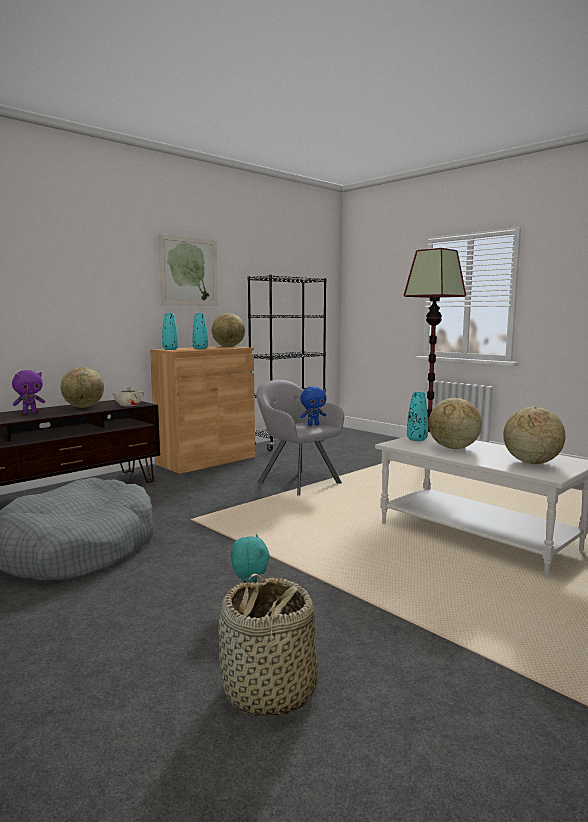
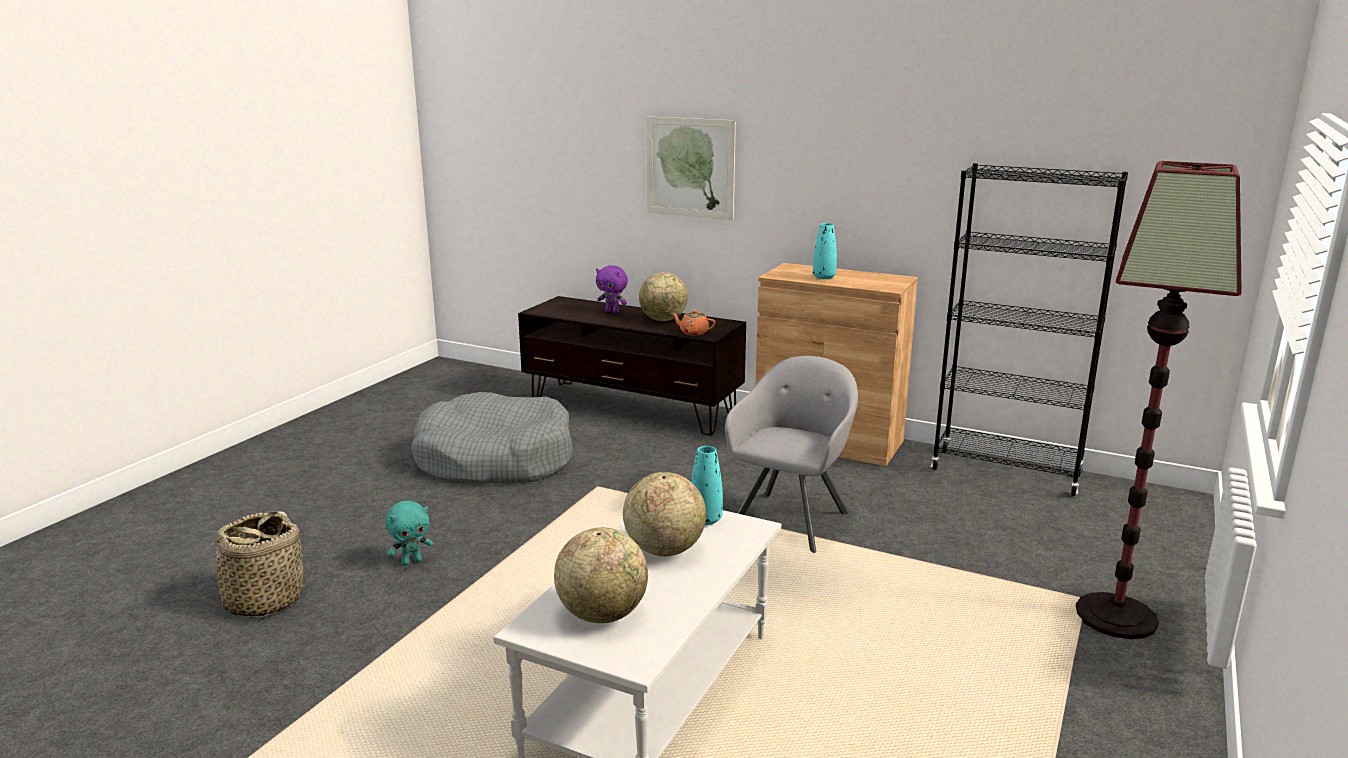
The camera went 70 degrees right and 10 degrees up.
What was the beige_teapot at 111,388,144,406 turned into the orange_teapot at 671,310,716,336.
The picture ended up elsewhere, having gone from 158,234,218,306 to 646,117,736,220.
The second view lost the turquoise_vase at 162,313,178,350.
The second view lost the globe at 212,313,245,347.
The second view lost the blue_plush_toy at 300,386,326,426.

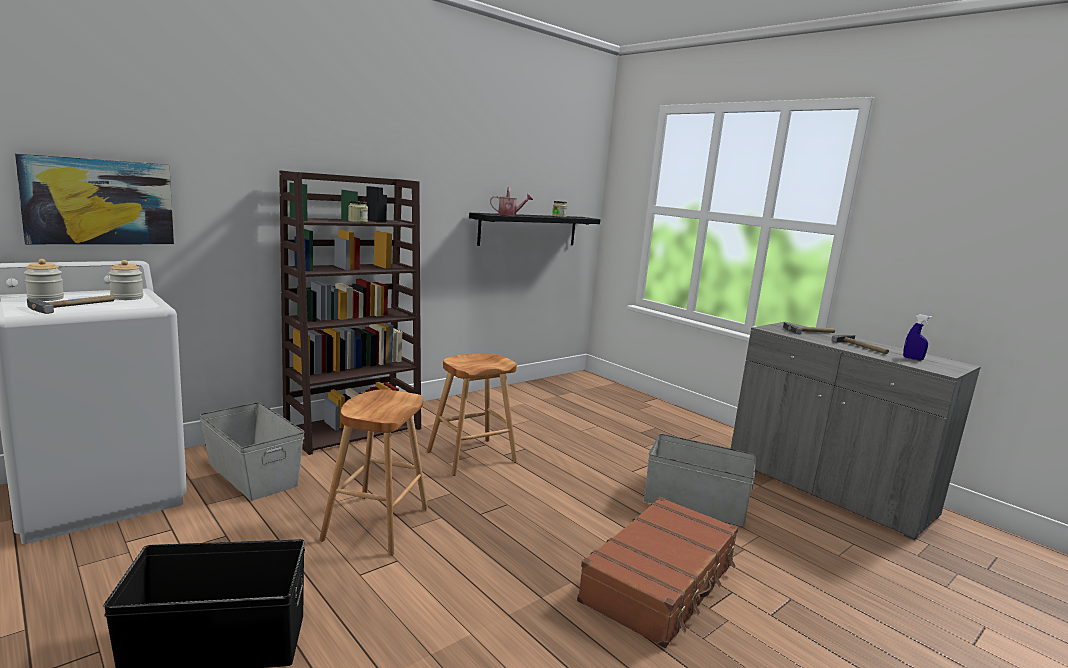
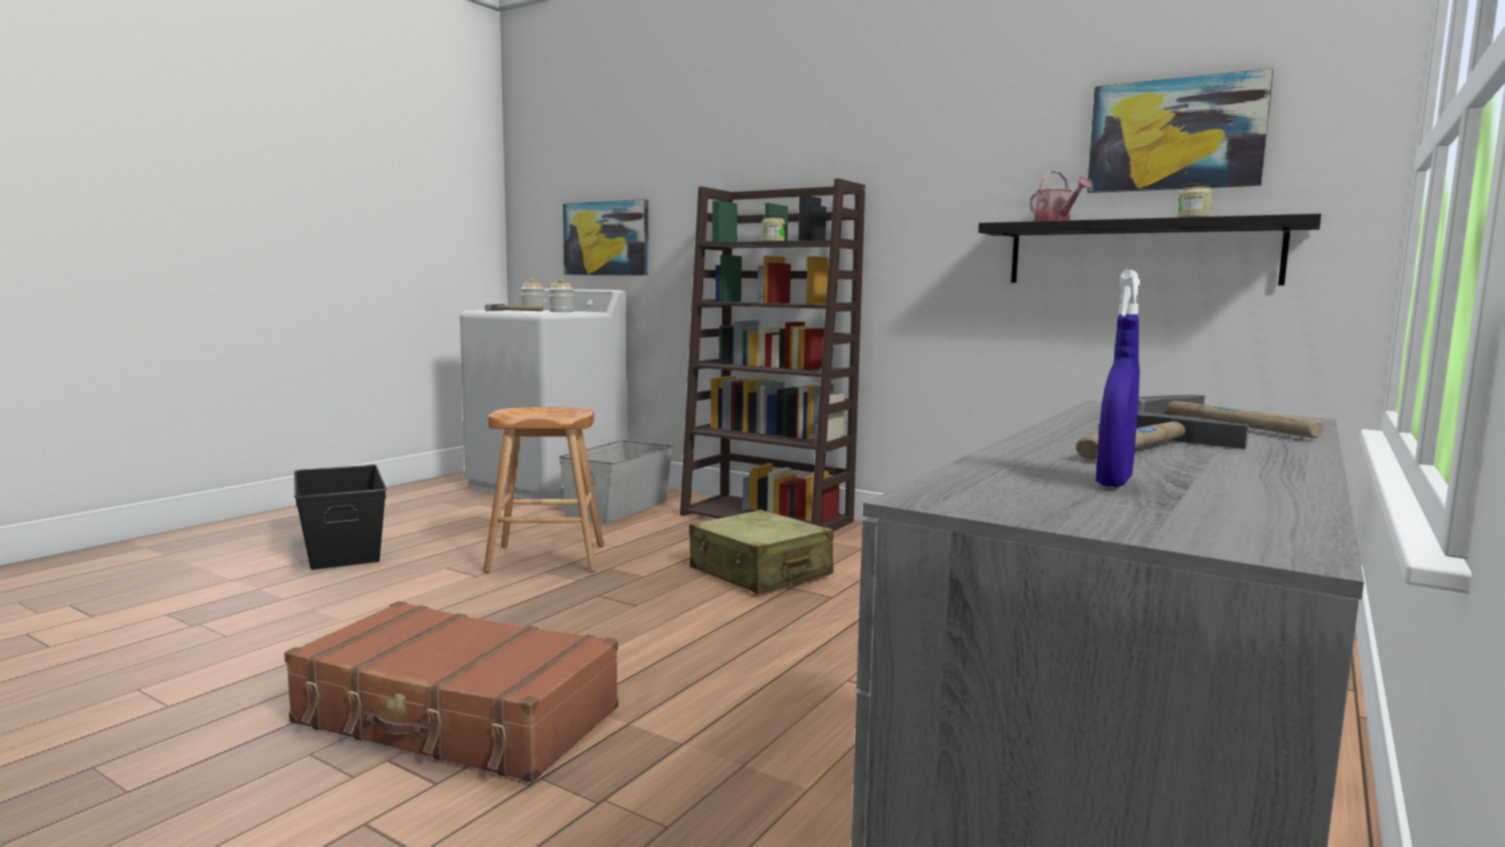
The camera went 75 degrees right and 5 degrees down.
Where the brown_stool stood at 427,353,517,476, the beige_suitcase came to stand at 689,510,834,594.
The second view lost the grey_storage_box at 644,434,756,527.
The second view gained the picture at 1087,68,1273,193.

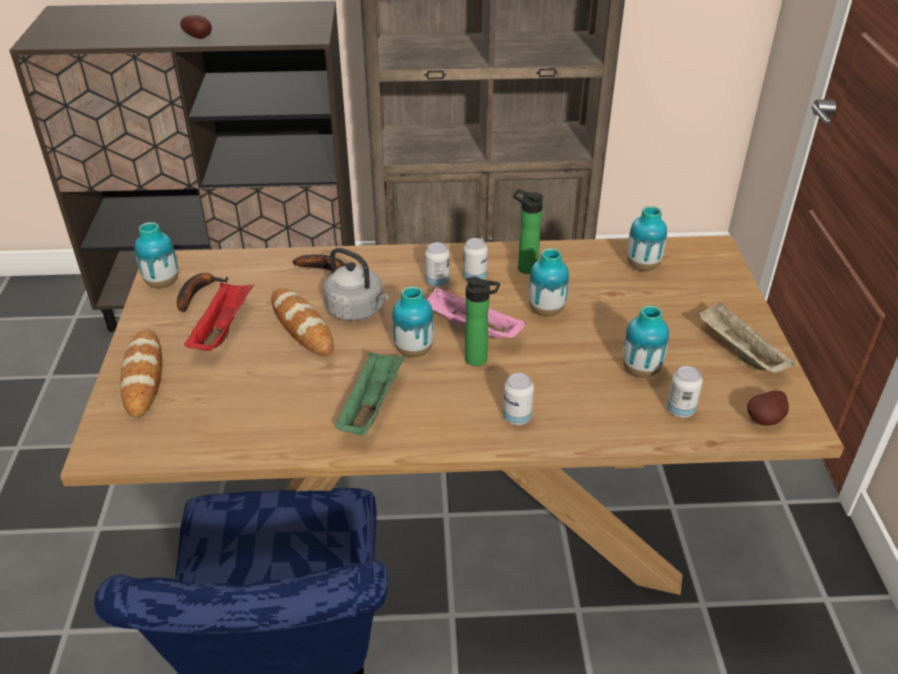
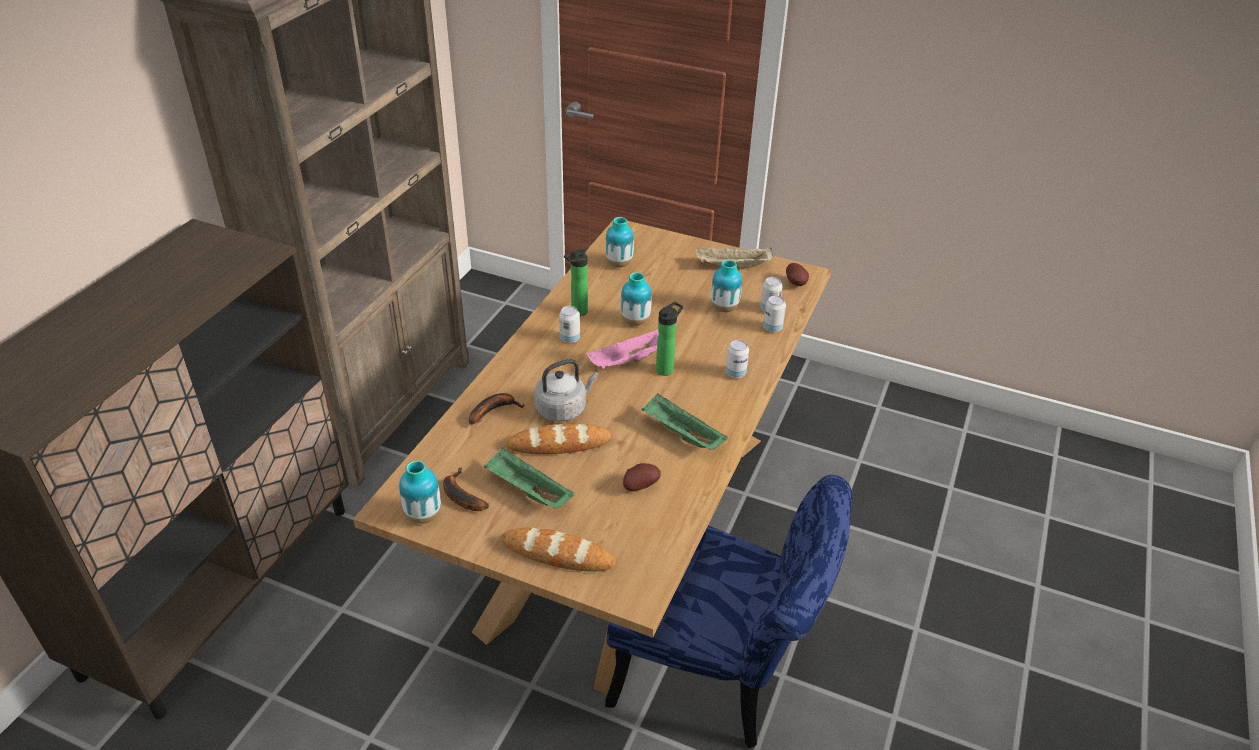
The camera went 65 degrees left and 0 degrees up.
The potato ended up elsewhere, having gone from 180,15,212,39 to 623,463,661,491.
What was the red_tray at 184,283,254,351 turned into the green_tray at 484,447,575,509.
The second view lost the vase at 392,286,434,357.
The can ended up elsewhere, having gone from 425,242,450,287 to 763,295,786,332.

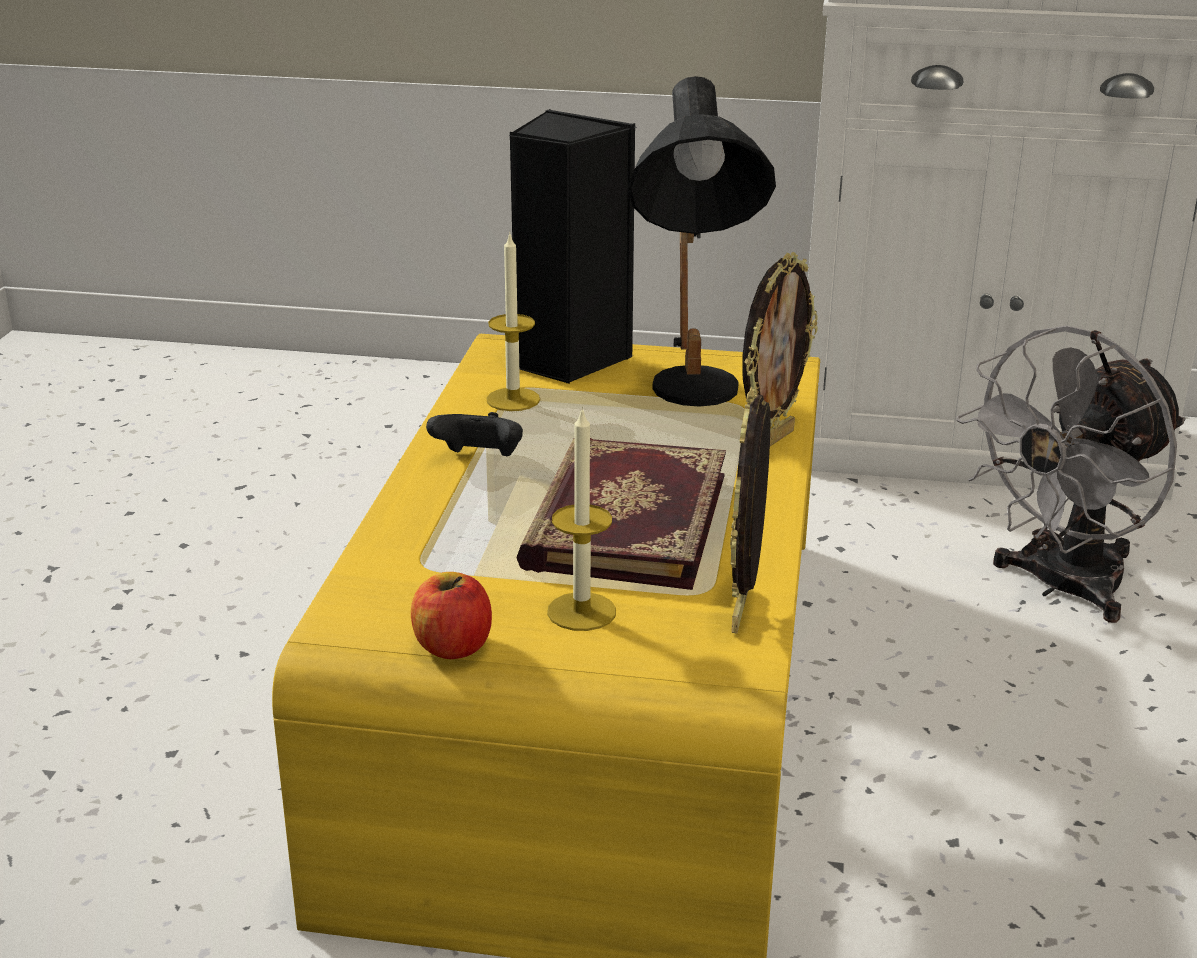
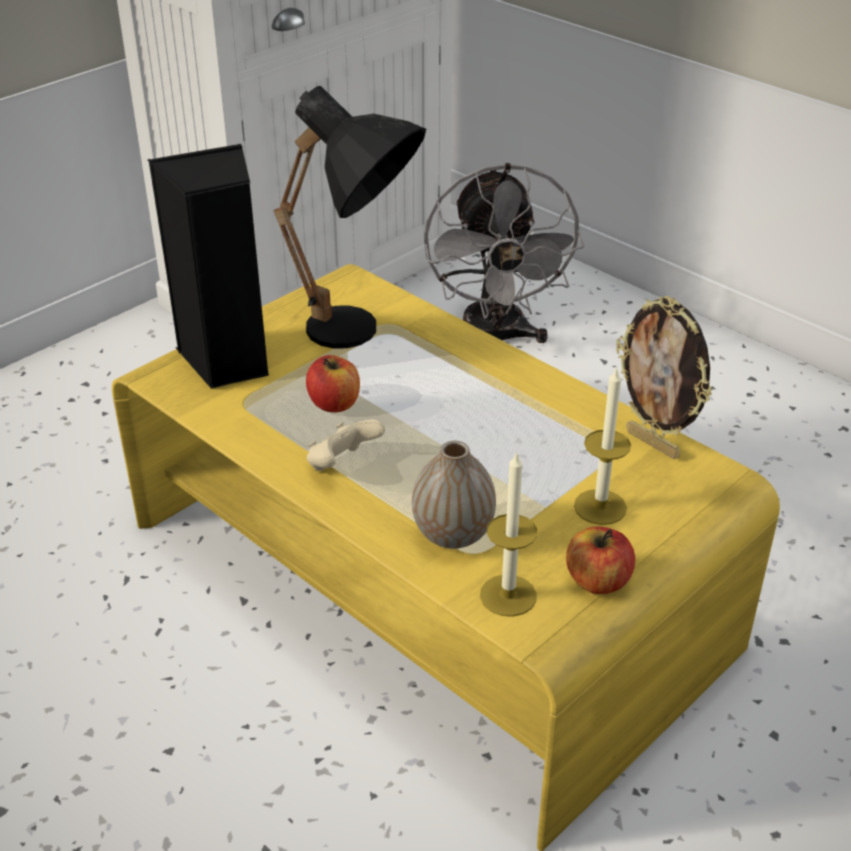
The camera went 55 degrees left and 10 degrees up.
What was the black_game_controller at 426,412,523,456 turned into the beige_game_controller at 307,419,385,471.
The candle ended up elsewhere, having gone from 487,232,540,411 to 480,451,537,617.
The second view lost the book at 516,438,726,590.
The second view lost the picture_frame at 742,252,818,446.
The second view gained the apple at 306,355,360,413.
The second view gained the vase at 412,441,496,549.

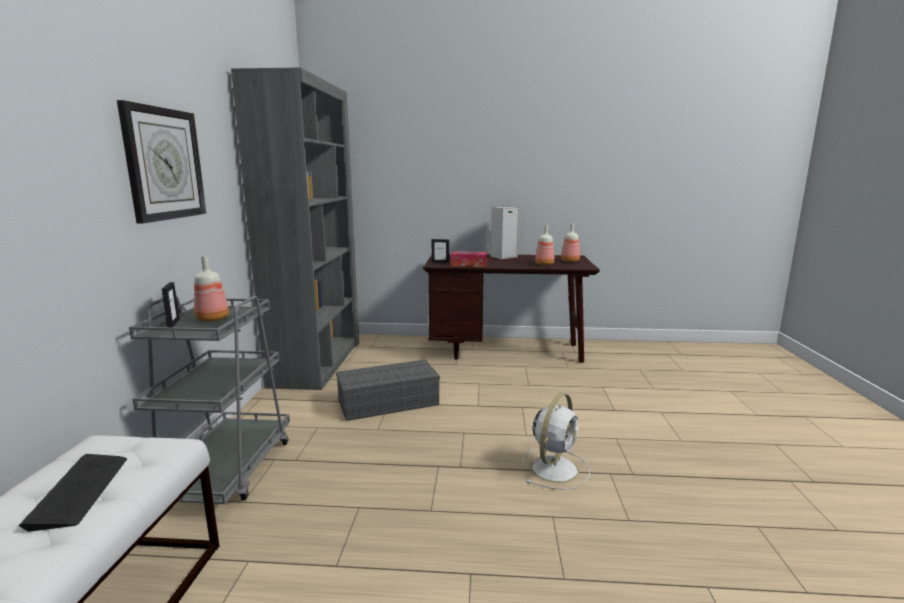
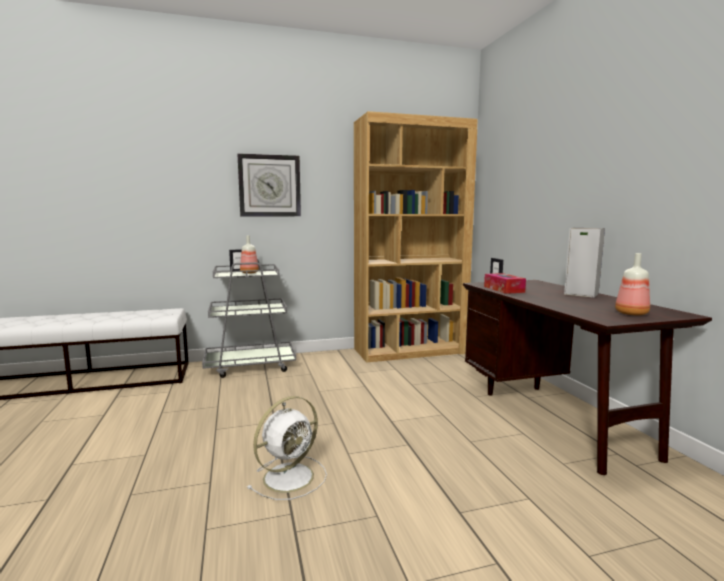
The camera went 70 degrees right and 5 degrees down.
The second view lost the keyboard at 19,454,127,532.
What was the grey_bookcase at 231,68,359,390 turned into the brown_bookcase at 354,111,478,363.
The second view lost the grey_storage_box at 336,360,440,421.
The white_fan at 522,393,590,490 ended up facing another way, 60 degrees counterclockwise from before.
The second view lost the bottle at 535,225,555,265.

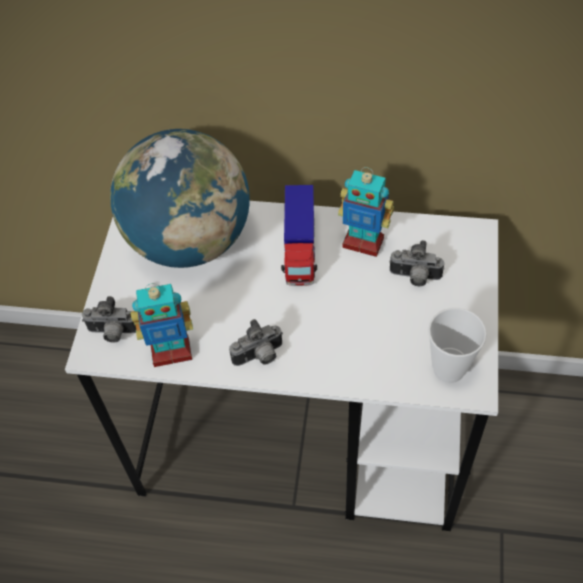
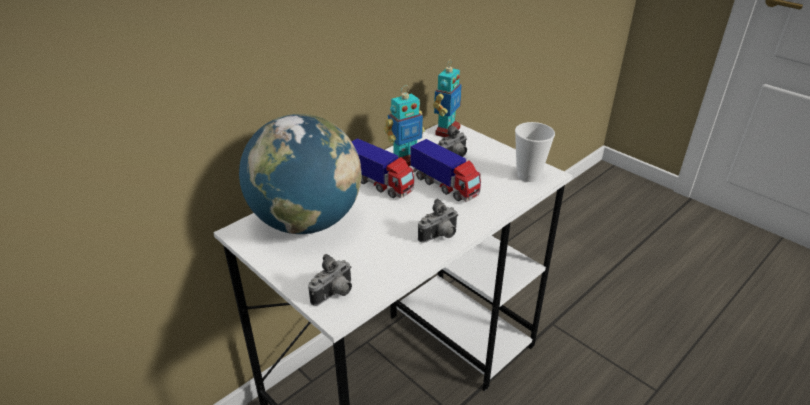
The camera went 55 degrees left and 20 degrees down.
The toy_robot ended up elsewhere, having gone from 131,283,193,367 to 433,61,462,138.
The photo_camera at 229,319,283,366 ended up facing another way, 45 degrees clockwise from before.
The second view gained the toy_truck at 410,139,481,201.

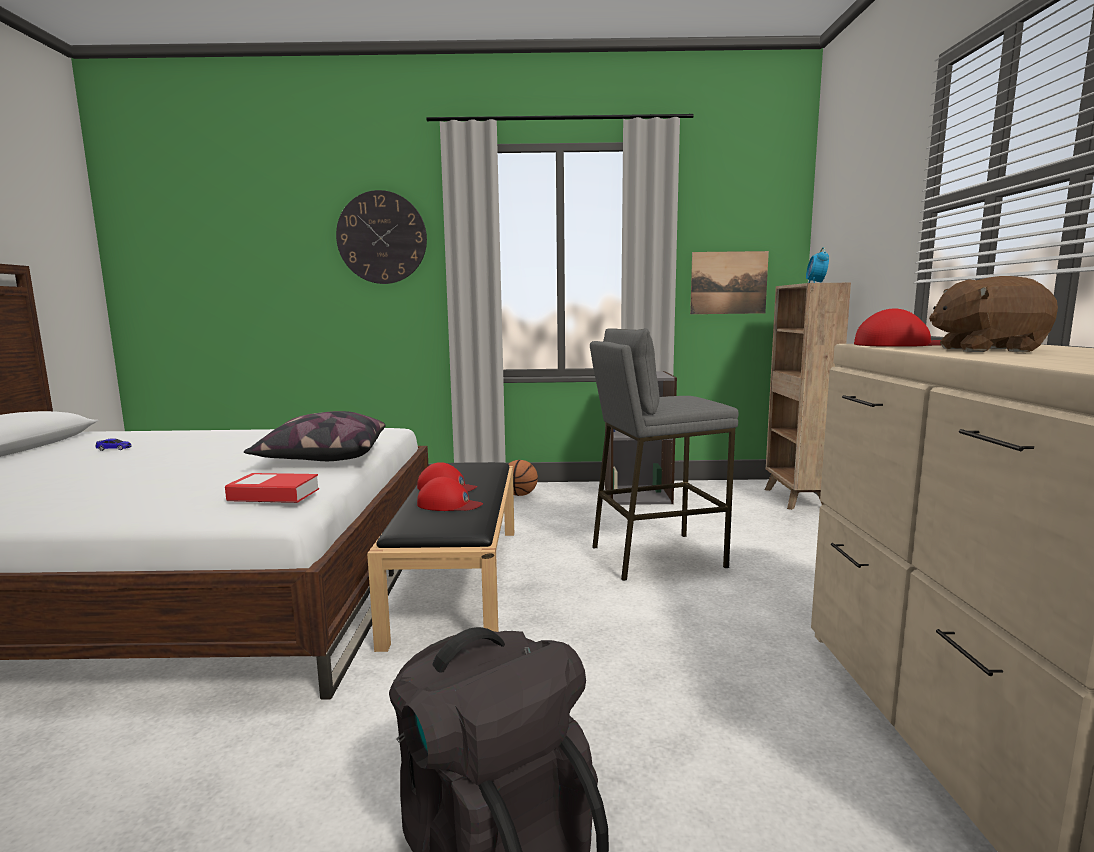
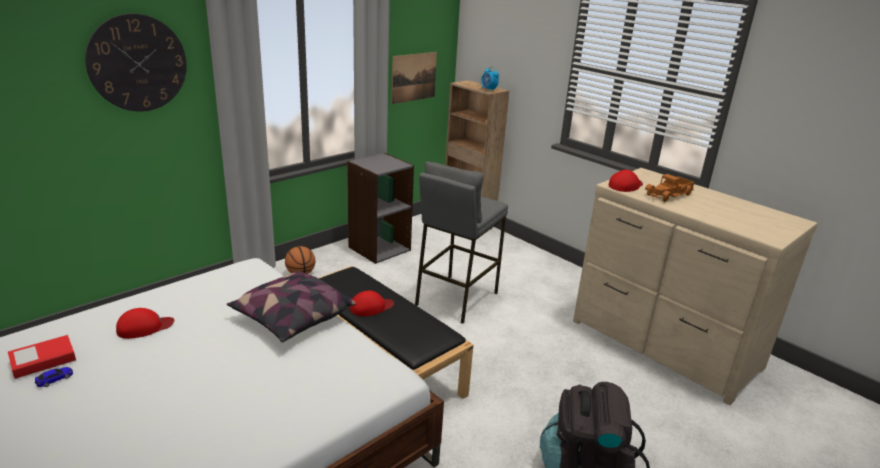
The camera went 45 degrees left and 15 degrees up.
The book ended up elsewhere, having gone from 225,473,319,503 to 8,335,76,379.
The red_cap ended up elsewhere, having gone from 417,477,483,511 to 116,308,174,339.
Where the brown_plush_toy stood at 929,276,1058,352, the toy_truck came to stand at 645,174,694,202.

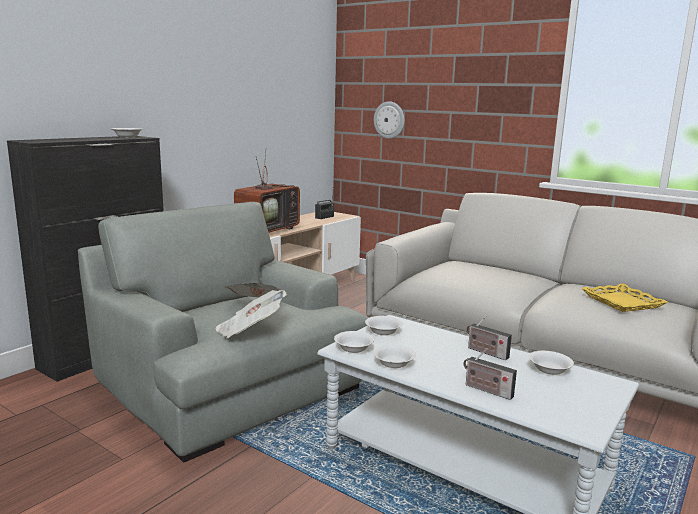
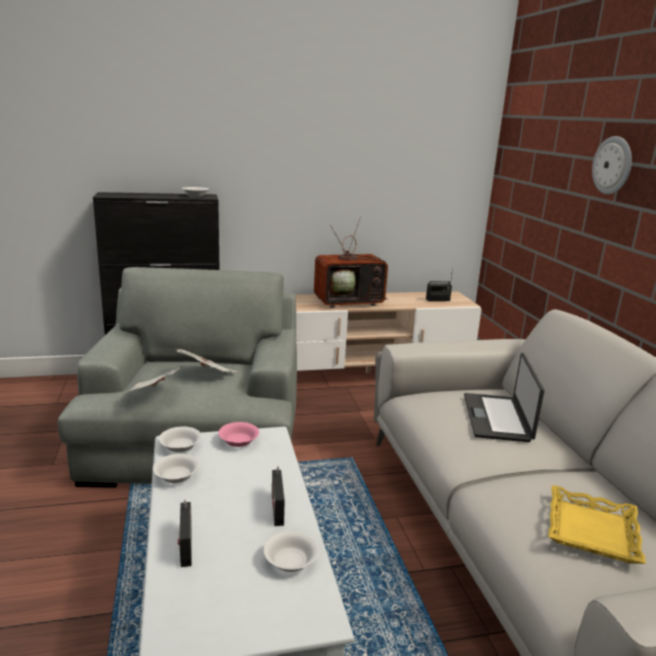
The camera went 40 degrees right and 5 degrees up.
What was the white_bowl at 365,316,402,336 turned into the pink_bowl at 218,422,259,447.
The wall_clock ended up elsewhere, having gone from 374,101,404,139 to 592,136,632,195.
The second view gained the laptop at 464,353,545,442.

